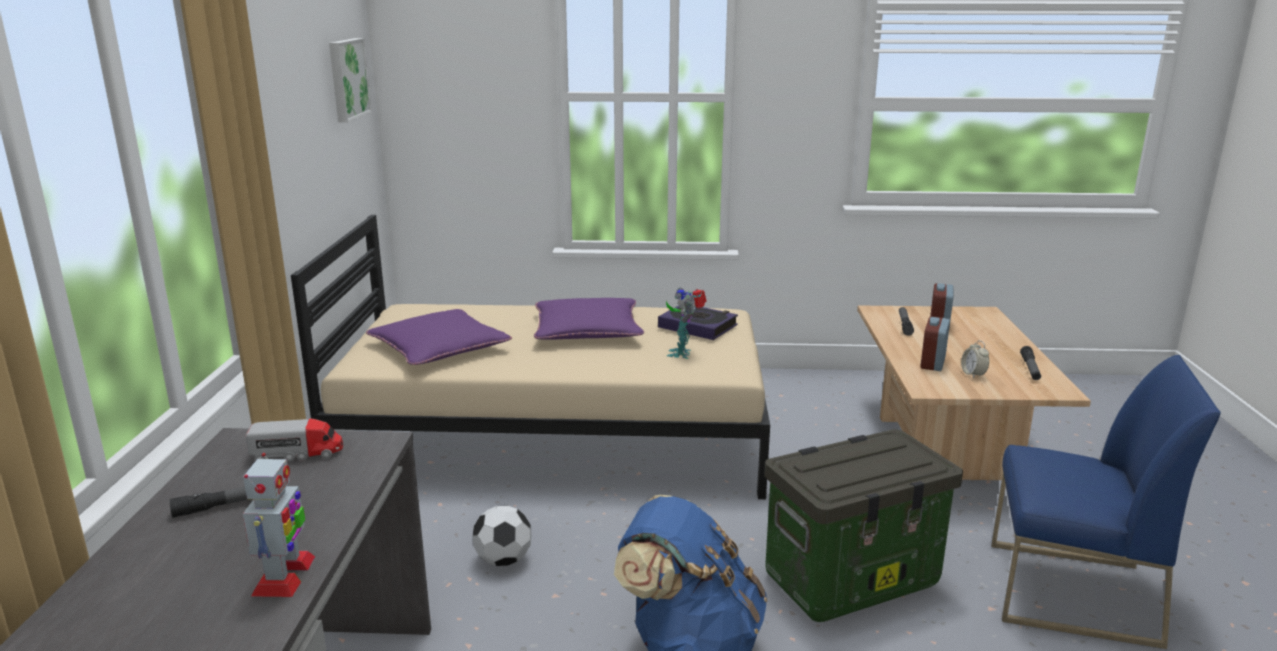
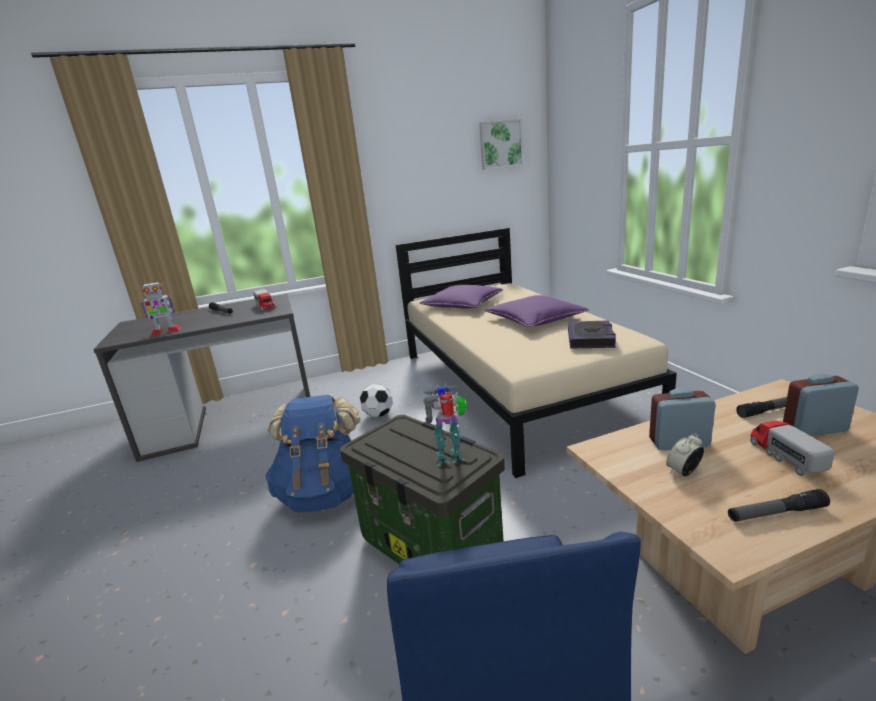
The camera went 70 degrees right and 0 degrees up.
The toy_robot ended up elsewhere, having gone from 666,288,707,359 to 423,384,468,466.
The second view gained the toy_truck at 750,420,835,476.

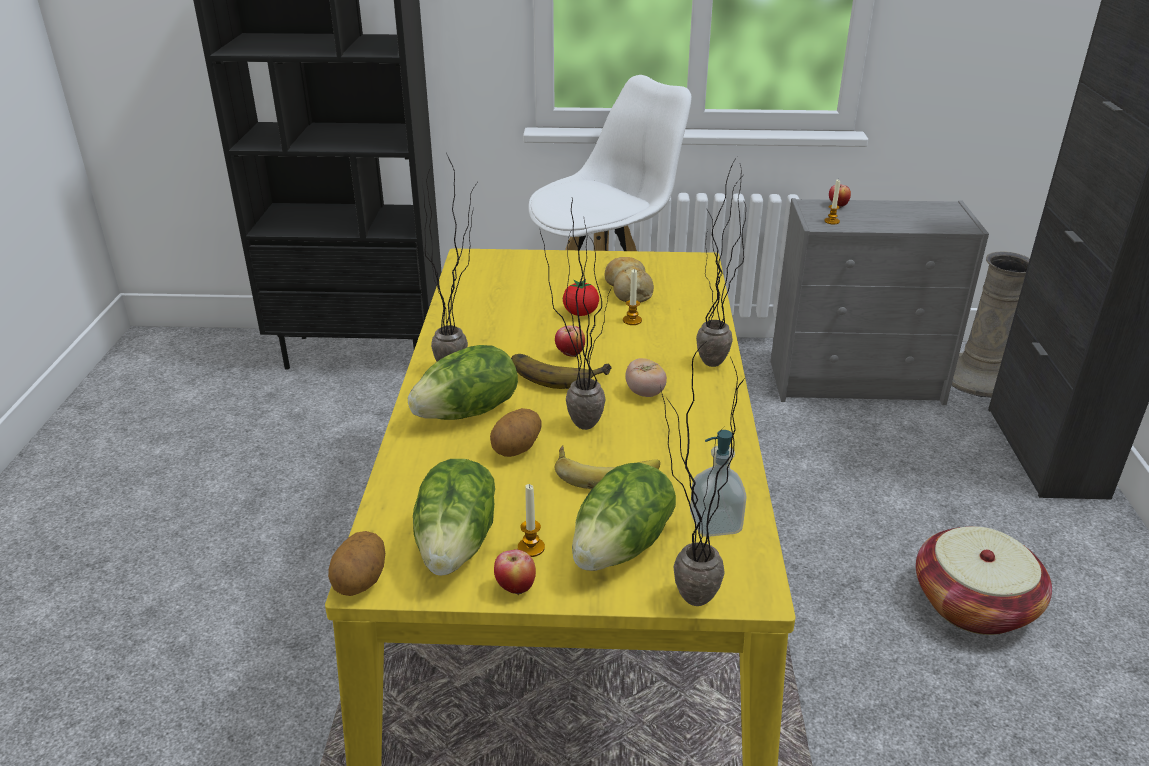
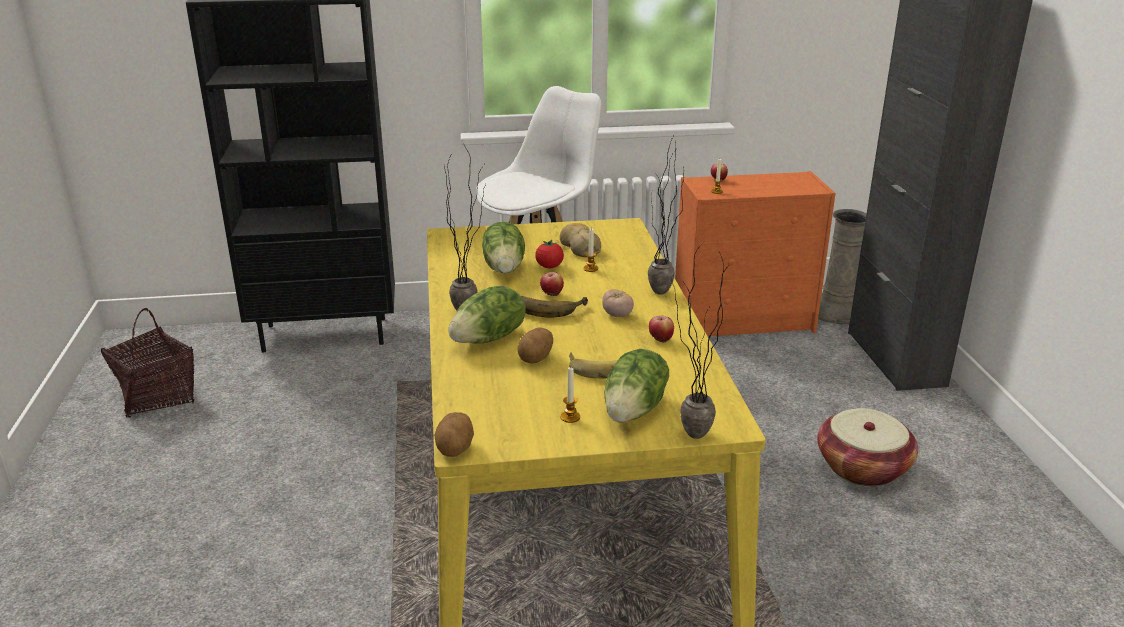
The camera went 10 degrees left and 5 degrees down.
The lettuce ended up elsewhere, having gone from 413,459,495,576 to 482,222,525,274.
The apple ended up elsewhere, having gone from 494,550,536,594 to 649,316,674,343.
The second view lost the potted_plant at 540,199,611,430.
The second view lost the soap_dispenser at 690,430,747,537.
What was the grey_dresser at 771,198,989,405 turned into the orange_dresser at 675,171,836,337.
The second view gained the basket at 101,308,194,418.

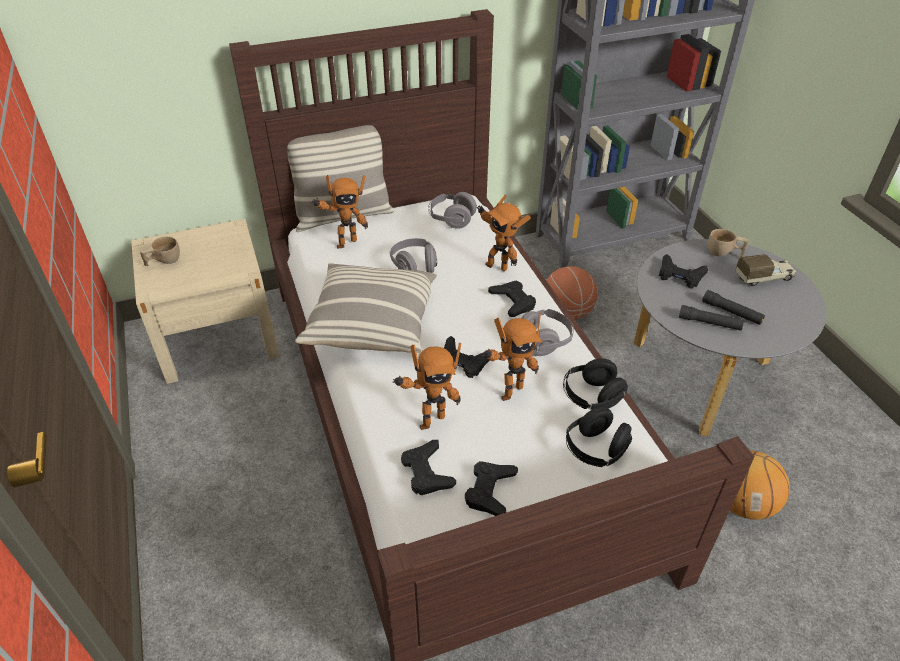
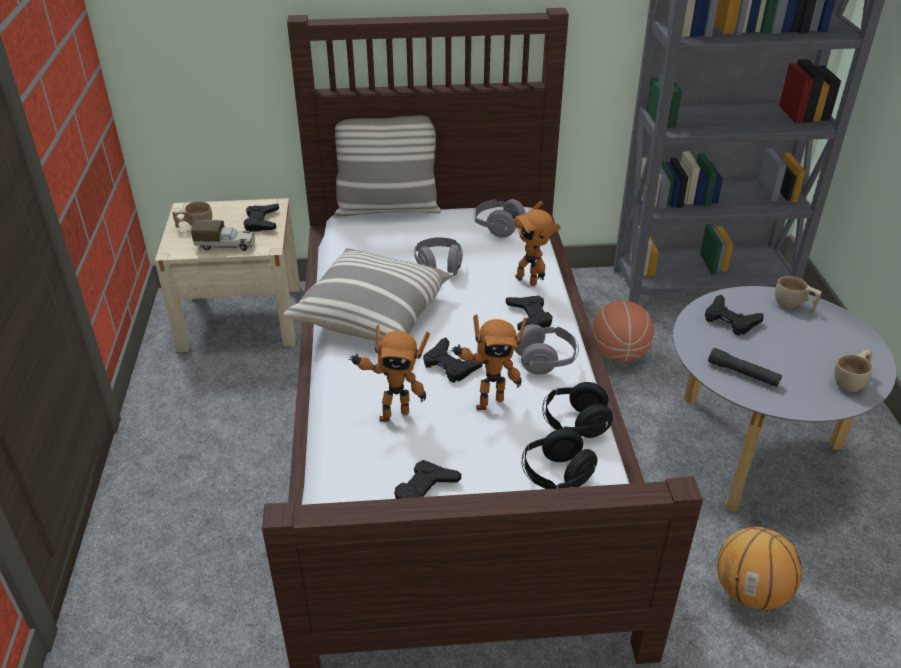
The camera went 15 degrees right and 5 degrees down.
The second view lost the toy_robot at 311,175,368,249.
The black_game_controller ended up elsewhere, having gone from 401,440,456,495 to 243,204,279,232.
The second view lost the black_flashlight at 702,290,765,325.
The toy_truck ended up elsewhere, having gone from 735,254,797,286 to 191,220,255,251.
The second view gained the beige_cup at 834,350,873,392.

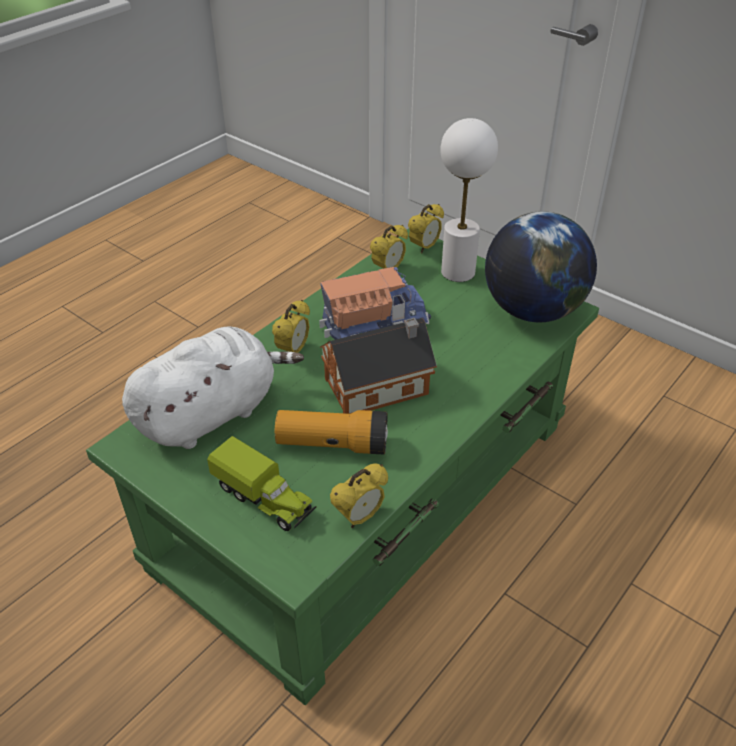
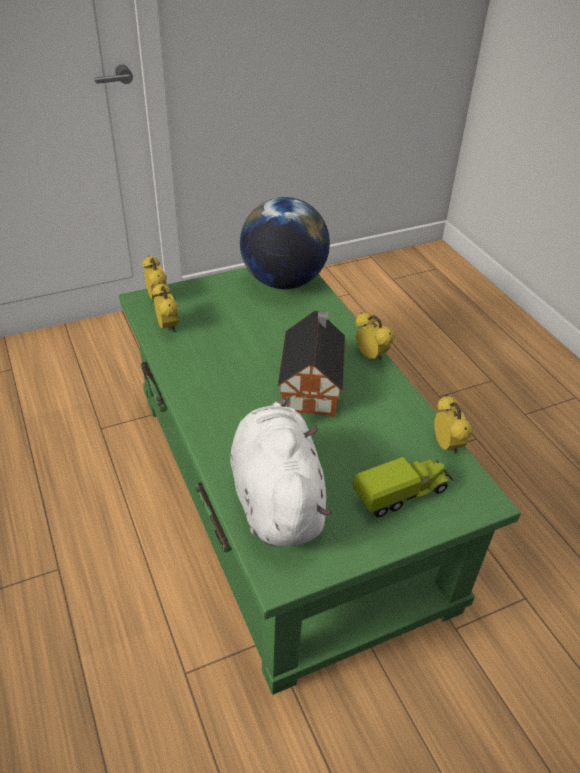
The camera went 65 degrees left and 0 degrees up.
The alarm_clock ended up elsewhere, having gone from 272,300,310,353 to 355,312,394,360.
The second view lost the flashlight at 275,410,388,454.
The second view lost the toy_truck at 319,267,431,340.
The second view lost the white_table_lamp at 440,118,498,282.

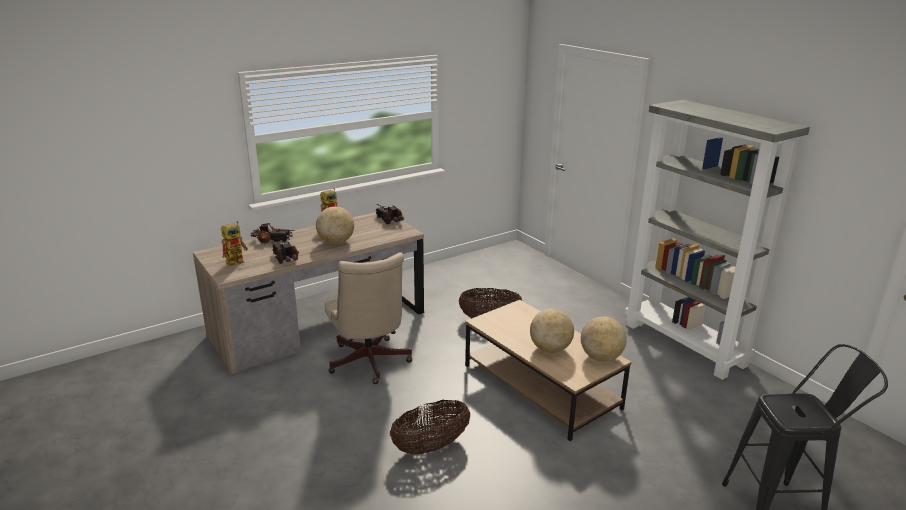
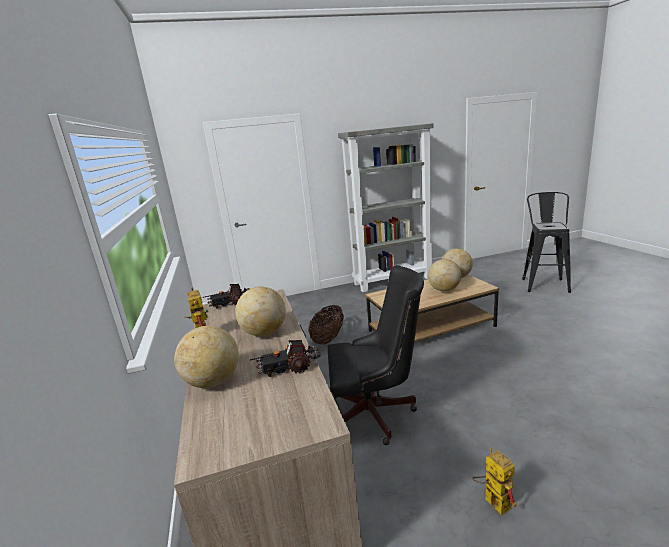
The camera went 70 degrees left and 5 degrees down.
The toy_robot ended up elsewhere, having gone from 221,221,248,267 to 472,448,517,516.
Where the toy_truck stood at 251,223,294,244, the globe came to stand at 174,326,239,388.
What was the beige_office_chair at 325,253,412,384 turned into the black_office_chair at 328,265,424,445.
The second view lost the basket at 390,400,470,454.

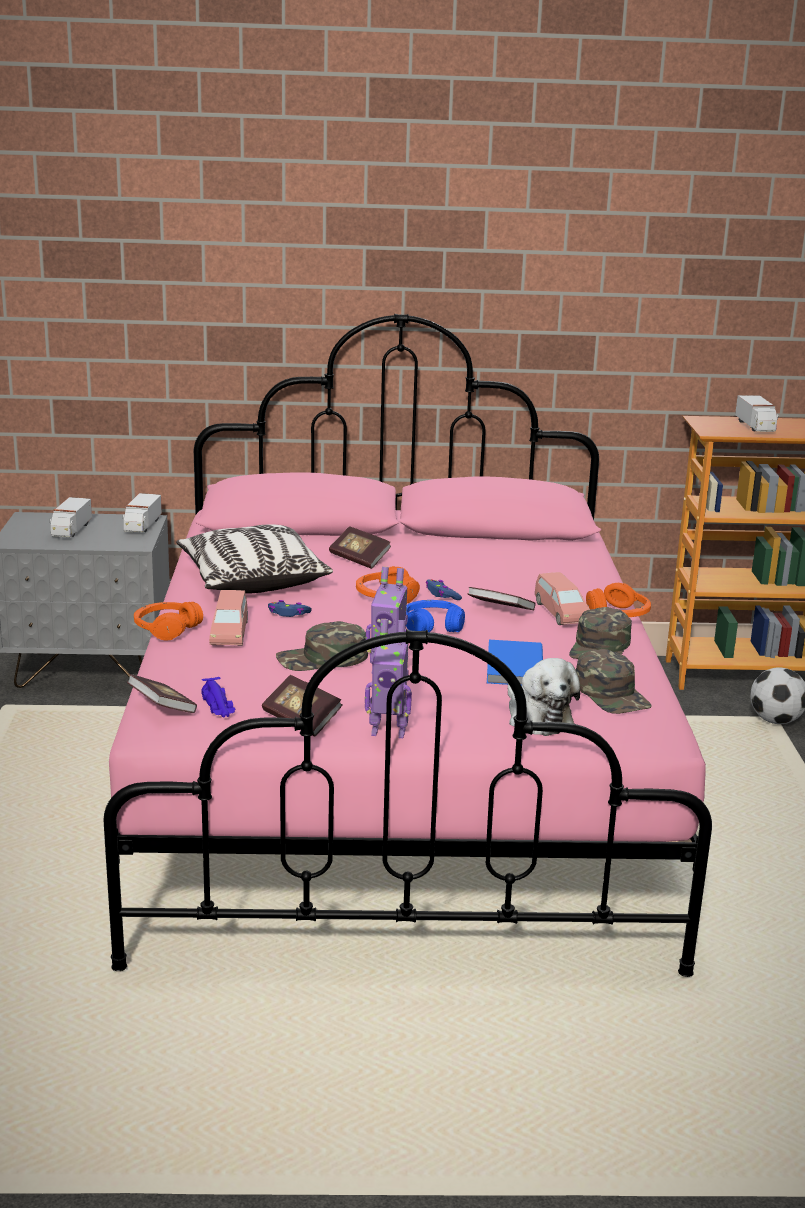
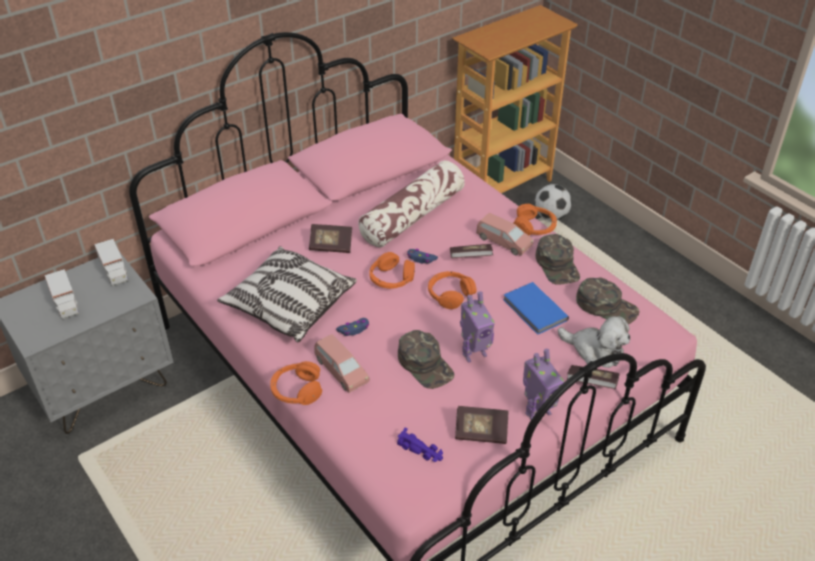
The camera went 35 degrees left and 20 degrees up.
The book ended up elsewhere, having gone from 127,674,197,713 to 567,365,620,389.
The green_cap at 276,621,368,671 ended up facing another way, 75 degrees counterclockwise from before.
What was the blue_headphones at 406,600,465,632 turned into the orange_headphones at 428,271,477,309.
The second view lost the toy_truck at 735,395,779,432.
The second view gained the pillow at 358,161,465,247.

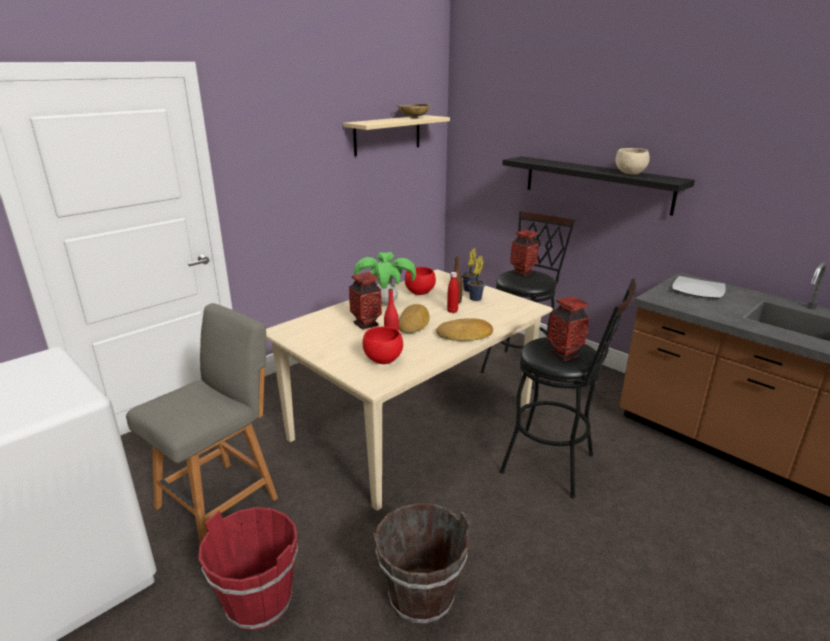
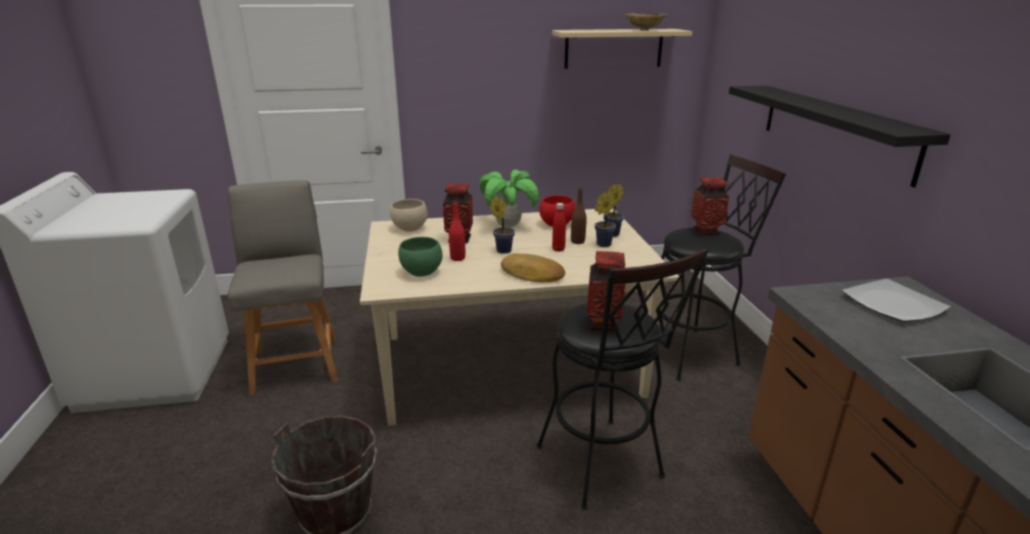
The camera went 35 degrees right and 0 degrees up.
The grey_chair at 126,303,278,544 ended up facing another way, 90 degrees counterclockwise from before.
The second view lost the red_bucket at 198,507,298,630.
What was the red_bowl at 363,326,403,364 turned into the green_bowl at 398,237,443,277.
Where the bread stood at 399,304,430,333, the potted_plant came to stand at 490,195,515,254.
The beige_bowl ended up elsewhere, having gone from 615,148,650,175 to 390,199,428,232.

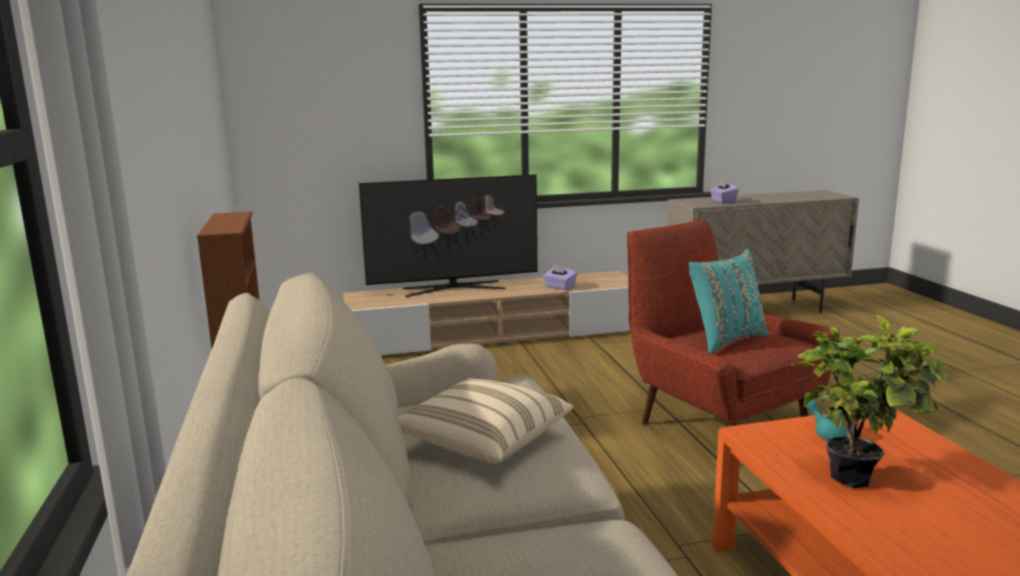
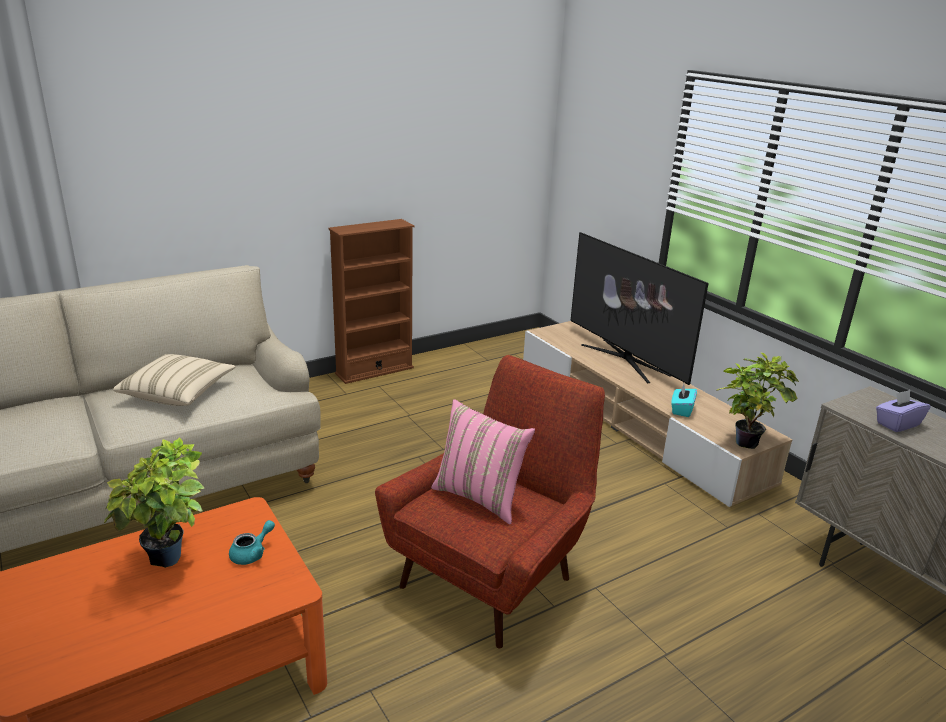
The camera went 70 degrees right and 10 degrees up.
What was the purple_tissue_box at 543,264,577,290 turned into the turquoise_tissue_box at 671,384,697,417.
What was the turquoise_pillow at 689,249,769,354 turned into the pink_pillow at 431,399,535,524.
The second view gained the potted_plant at 717,352,799,449.

